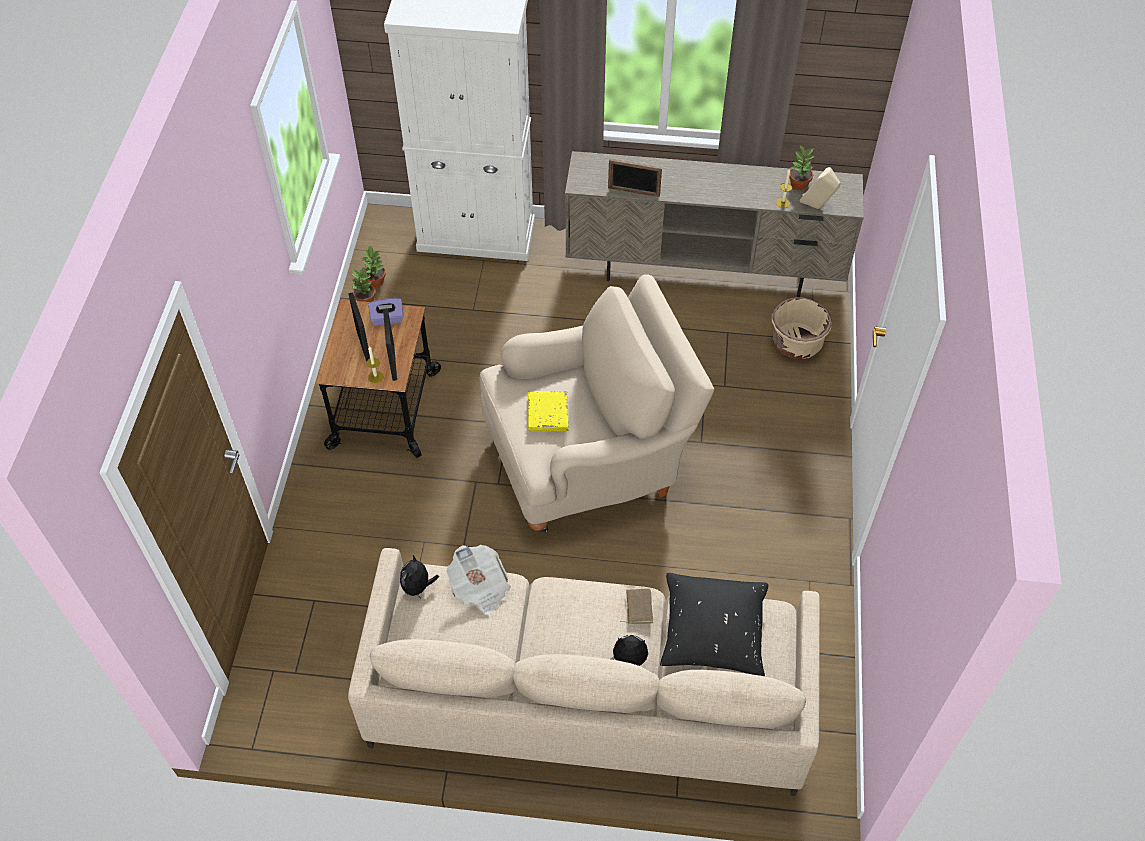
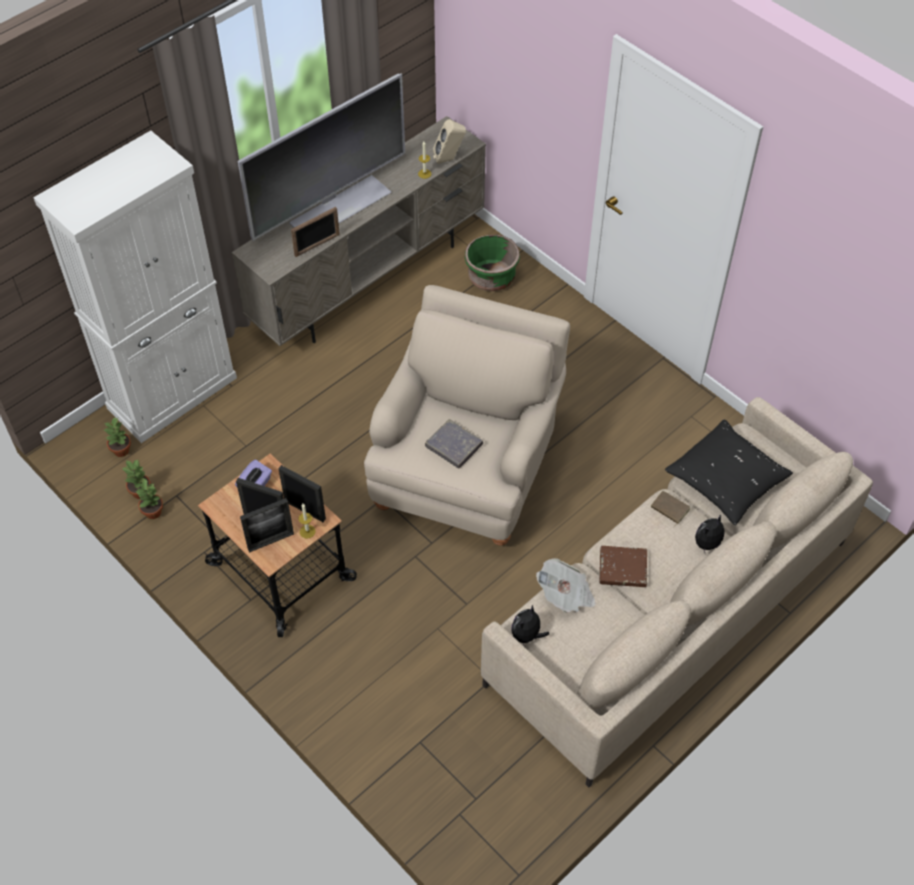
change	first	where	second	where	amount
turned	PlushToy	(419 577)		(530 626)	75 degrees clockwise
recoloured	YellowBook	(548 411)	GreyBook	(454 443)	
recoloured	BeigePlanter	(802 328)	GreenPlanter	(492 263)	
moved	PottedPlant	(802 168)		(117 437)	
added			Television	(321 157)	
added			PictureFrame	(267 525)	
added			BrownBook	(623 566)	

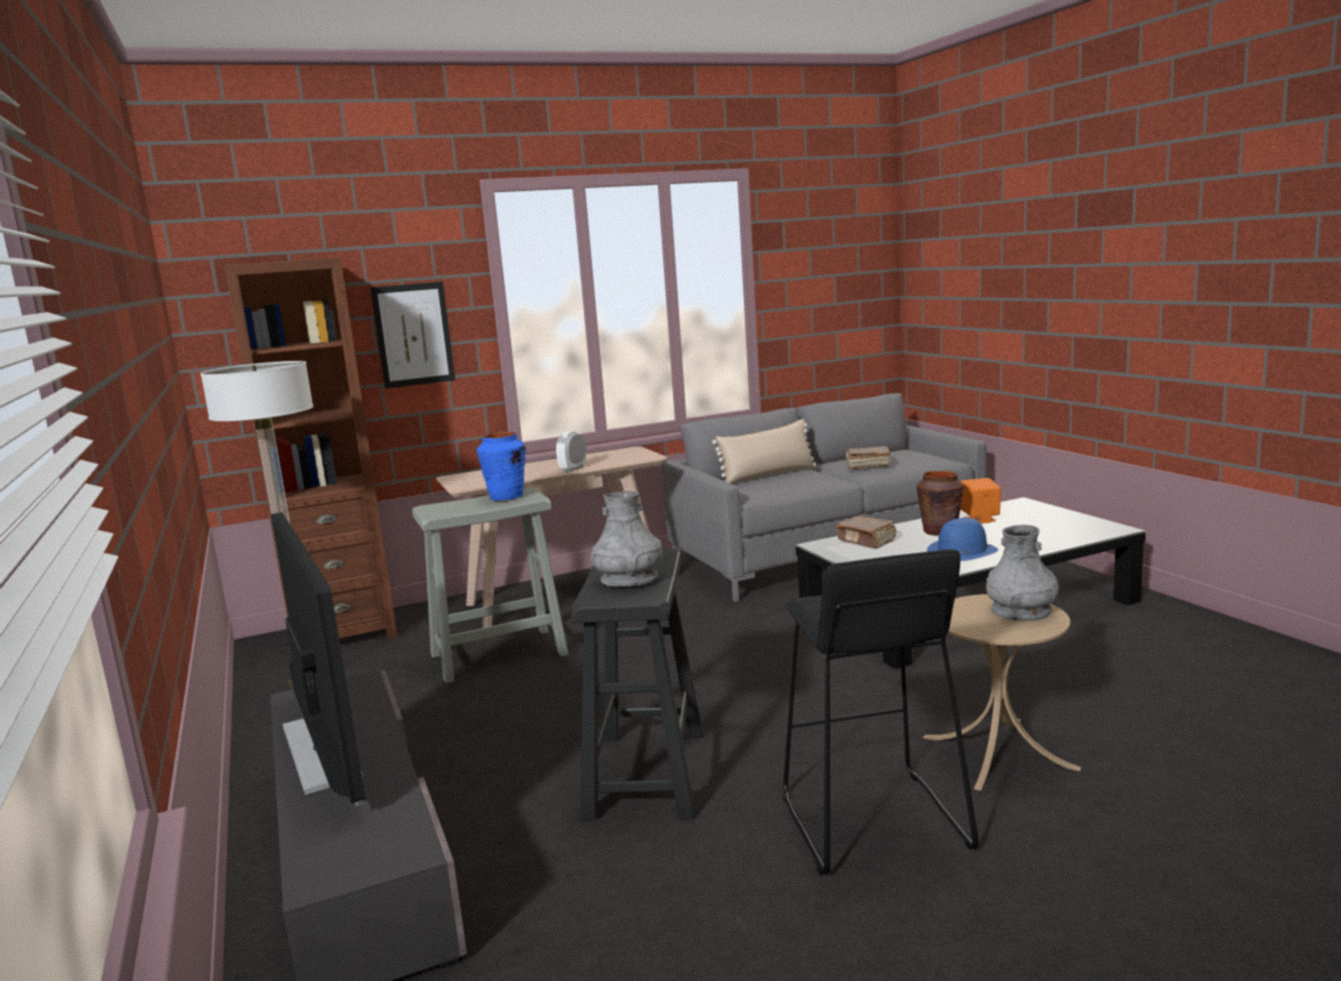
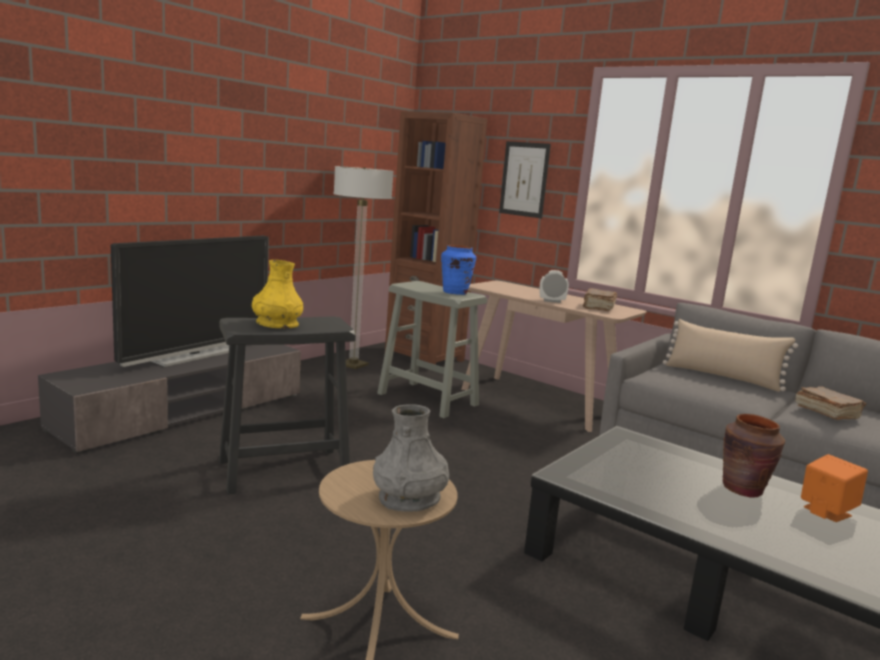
change	first	where	second	where	amount
recoloured	GreyVase	(627 538)	YellowVase	(277 294)	
removed	BlackStool	(881 712)			
moved	BrownBook	(865 532)		(600 299)	
removed	BlueHat	(962 539)			

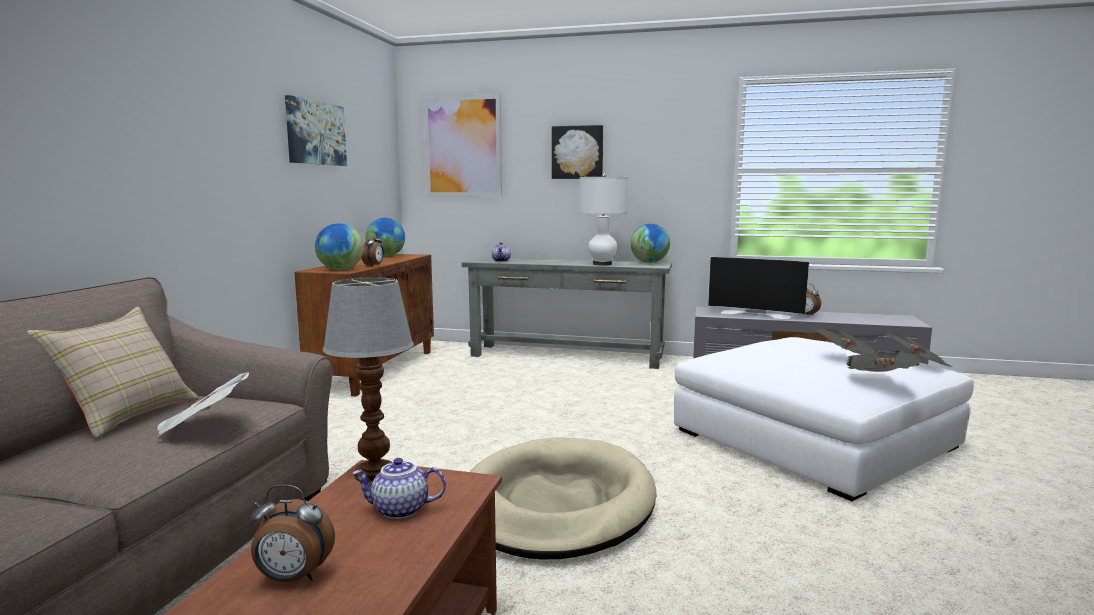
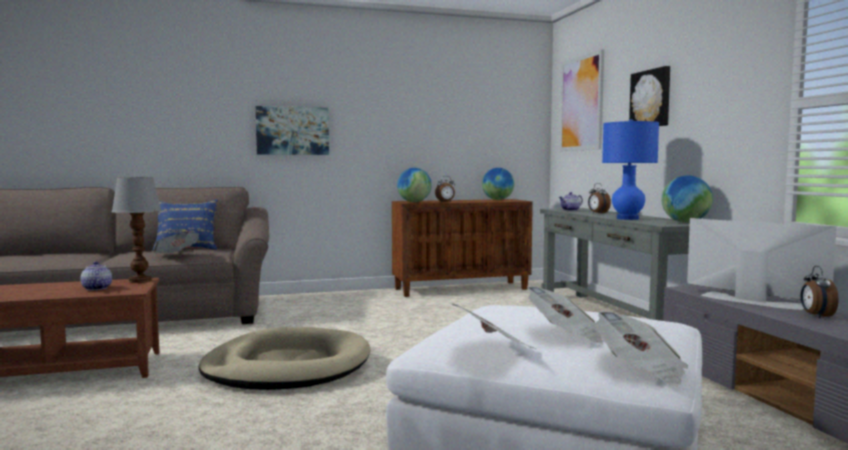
change	first	where	second	where	amount
recoloured	BeigePillow	(113 373)	BluePillow	(185 225)	
moved	AlarmClock	(292 533)		(599 198)	
moved	Picture	(316 130)		(292 130)	
recoloured	WhiteTableLamp	(603 219)	BlueTableLamp	(630 169)	
turned	Television	(758 288)		(762 264)	135 degrees clockwise

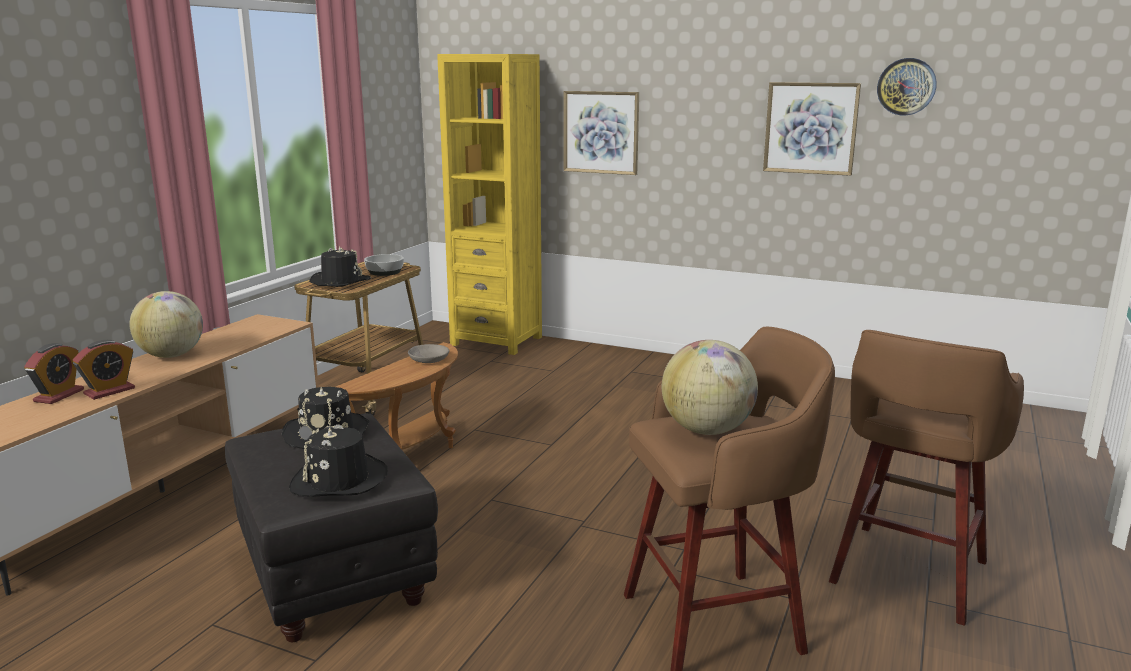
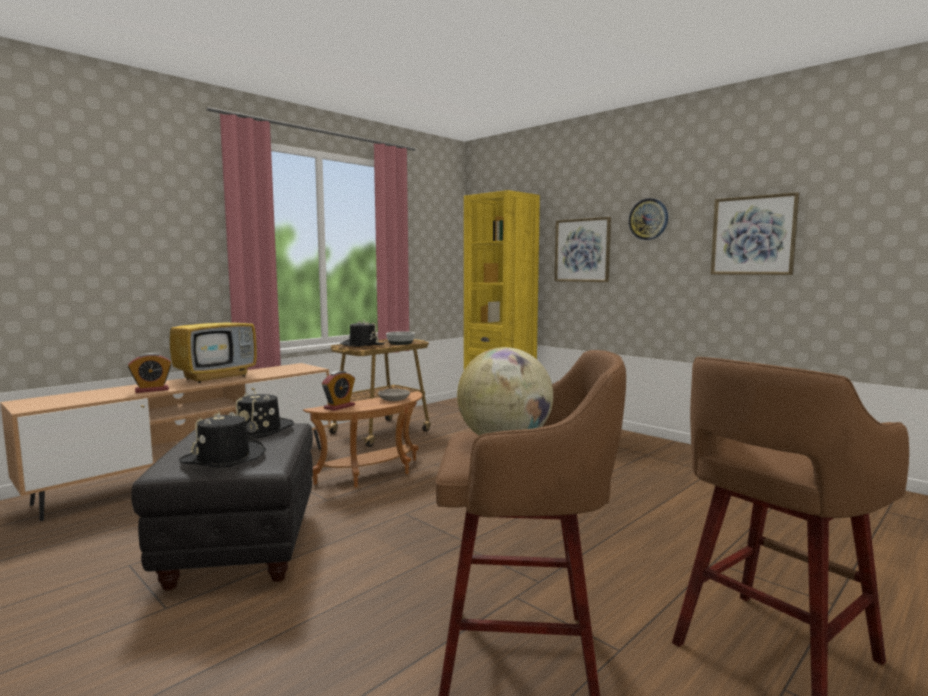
change	first	where	second	where	amount
moved	AlarmClock	(54 373)		(338 391)	
replaced	Globe	(166 324)	Television	(213 339)	
moved	WallClock	(907 87)		(648 219)	

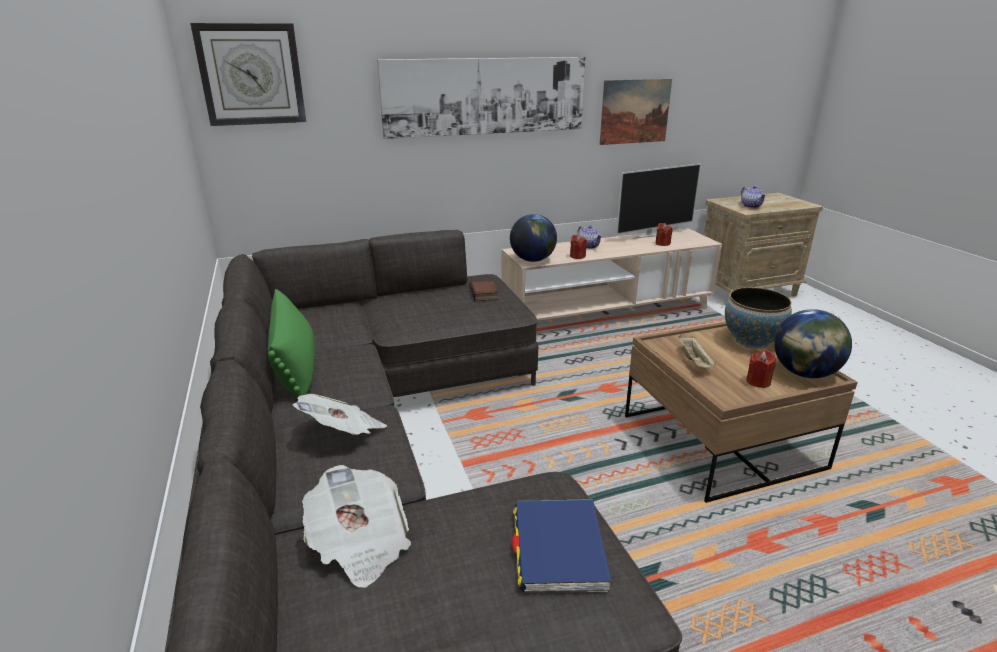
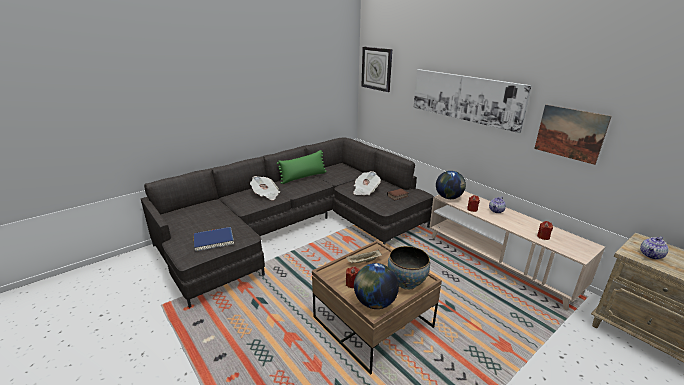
change	first	where	second	where	amount
moved	Newspaper	(356 526)		(367 183)	
removed	Television	(658 201)			

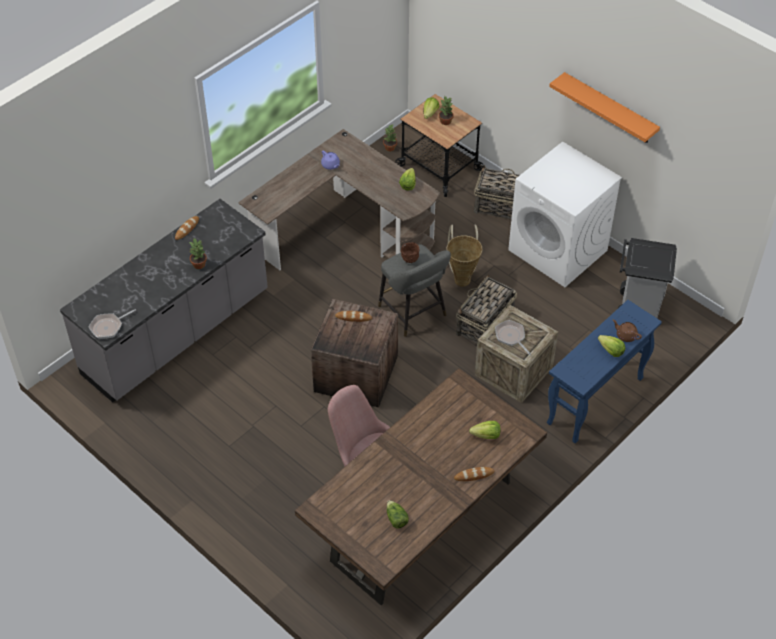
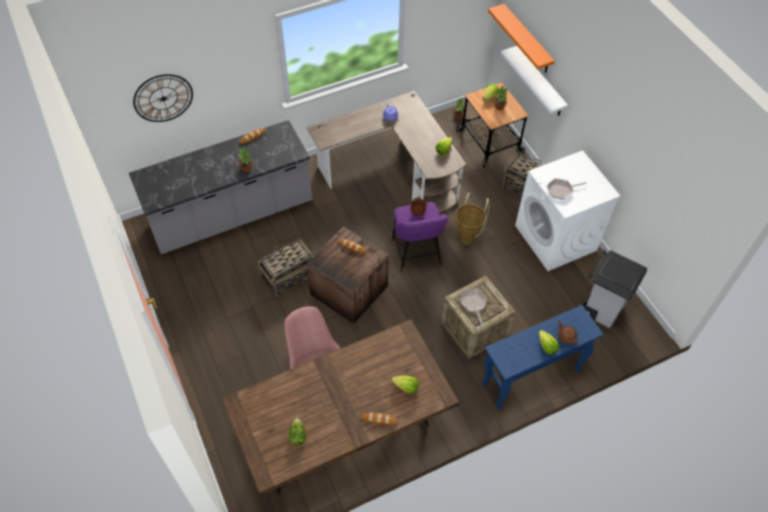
change	first	where	second	where	amount
moved	FryingPan	(112 324)		(566 189)	
recoloured	GreyStool	(414 290)	PurpleStool	(419 237)	
moved	Basket	(486 309)		(285 267)	
moved	OrangeShelf	(604 107)		(521 38)	
added			WallClock	(163 98)	
added			WhiteShelf	(534 81)	

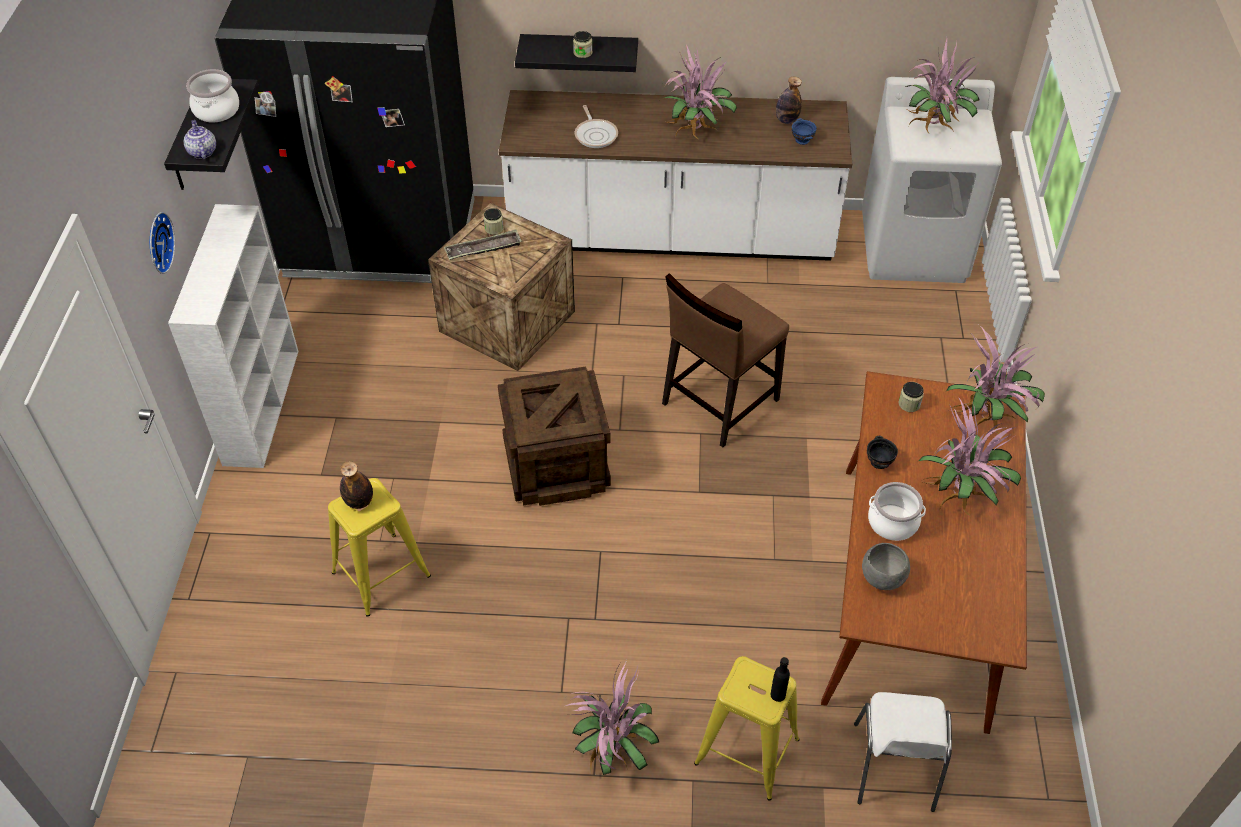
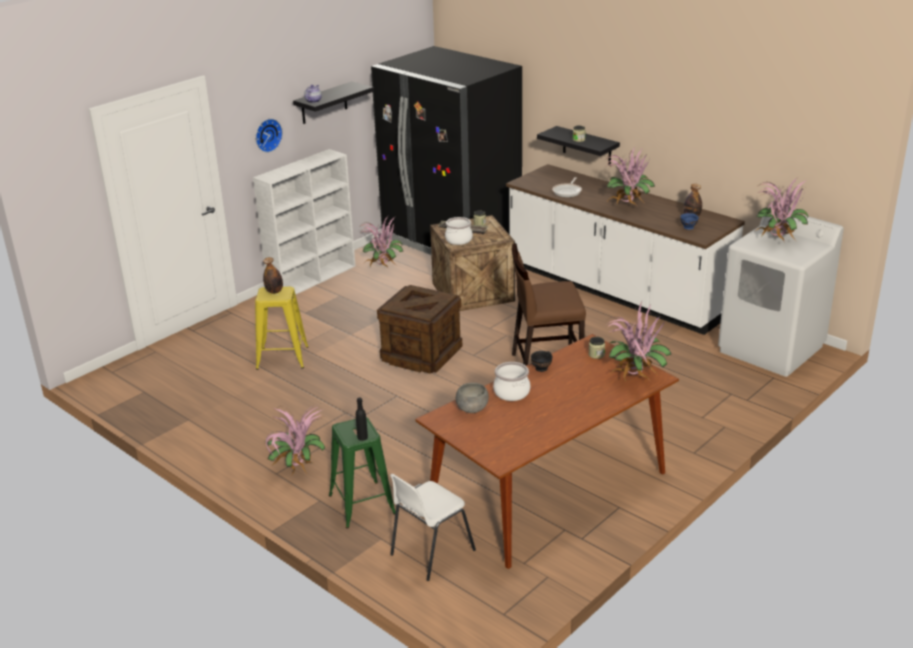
change	first	where	second	where	amount
moved	CookingPot	(212 96)		(459 231)	
recoloured	YellowStool	(747 728)	GreenStool	(362 472)	
moved	PottedPlant	(969 457)		(381 241)	

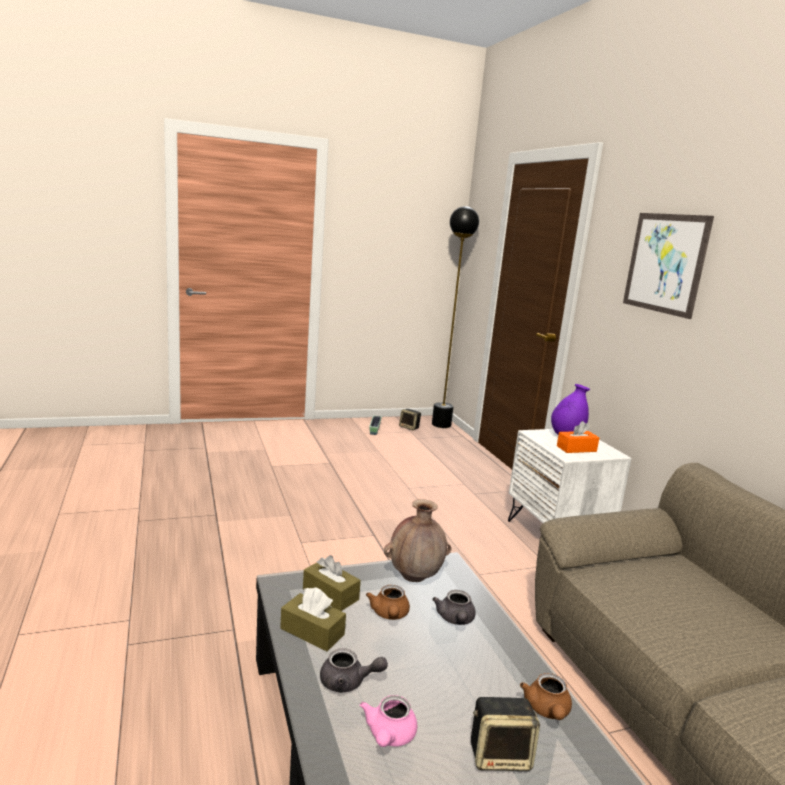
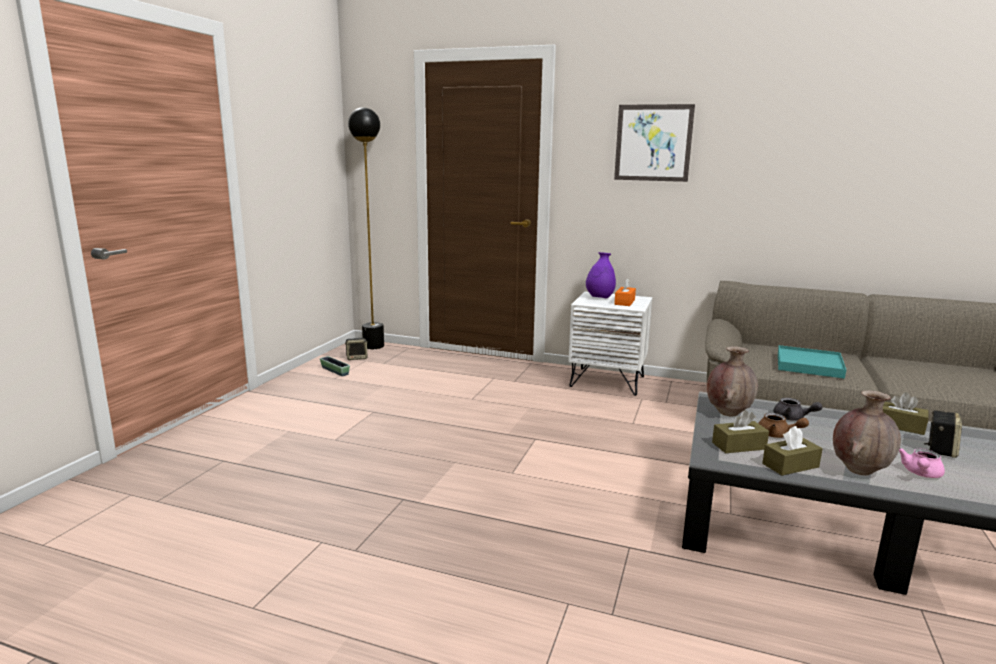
change	first	where	second	where	amount
replaced	GreyTeapot	(354 670)	BrownVase	(867 433)	
turned	PinkTeapot	(388 721)		(922 463)	75 degrees clockwise
replaced	BrownTeapot	(546 696)	BrownTissueBox	(906 413)	
added			TurquoiseTray	(812 362)	

